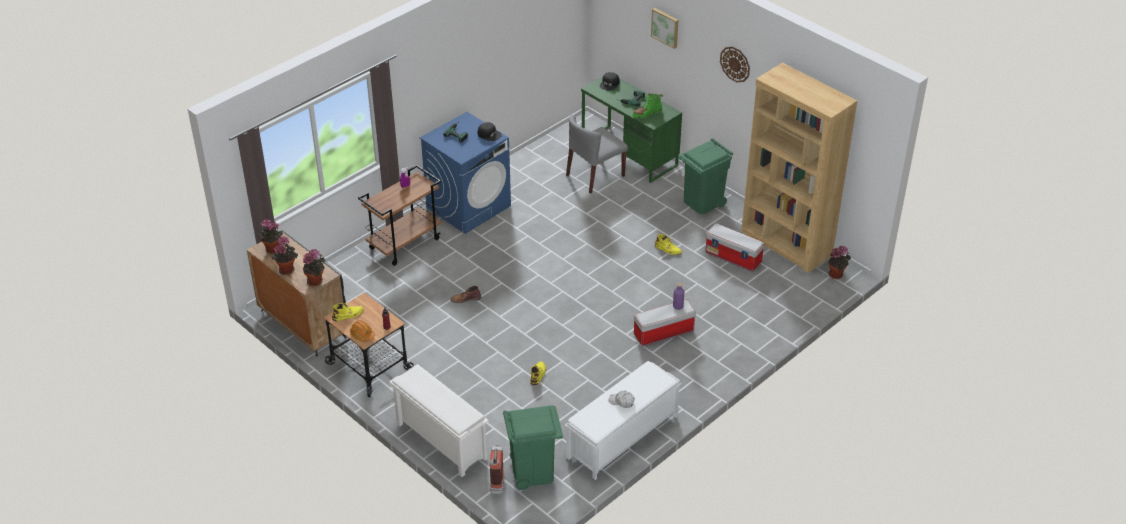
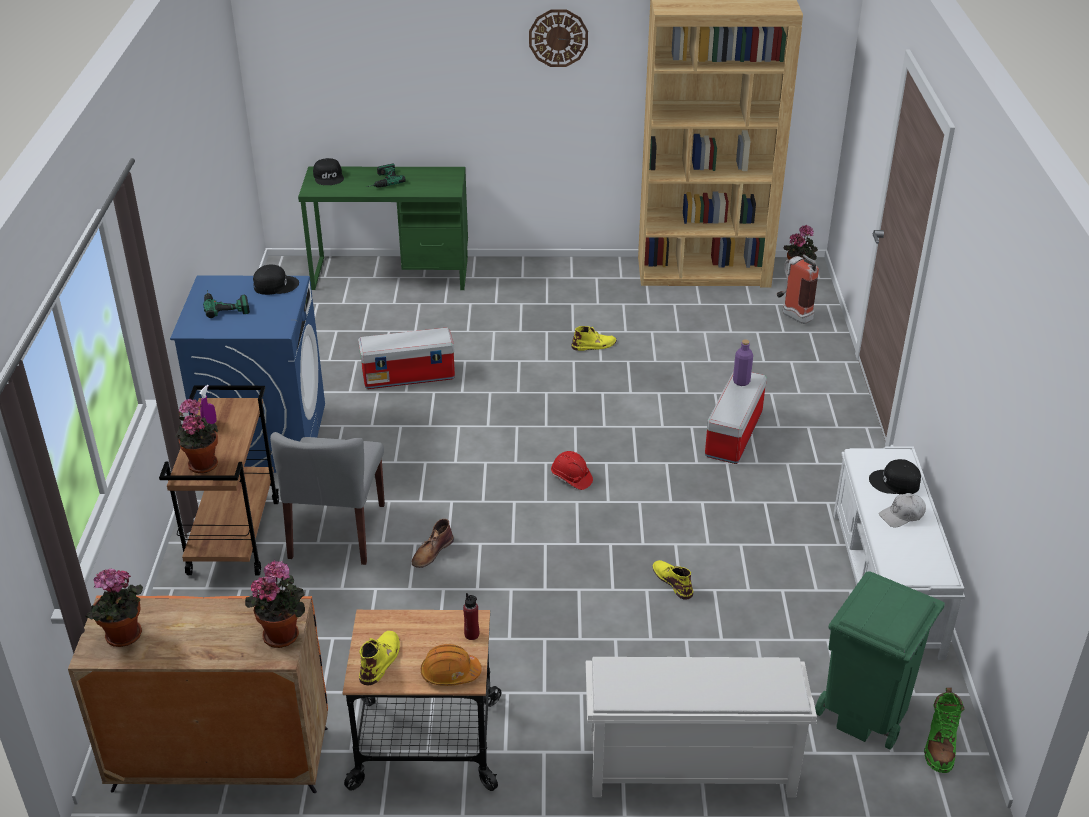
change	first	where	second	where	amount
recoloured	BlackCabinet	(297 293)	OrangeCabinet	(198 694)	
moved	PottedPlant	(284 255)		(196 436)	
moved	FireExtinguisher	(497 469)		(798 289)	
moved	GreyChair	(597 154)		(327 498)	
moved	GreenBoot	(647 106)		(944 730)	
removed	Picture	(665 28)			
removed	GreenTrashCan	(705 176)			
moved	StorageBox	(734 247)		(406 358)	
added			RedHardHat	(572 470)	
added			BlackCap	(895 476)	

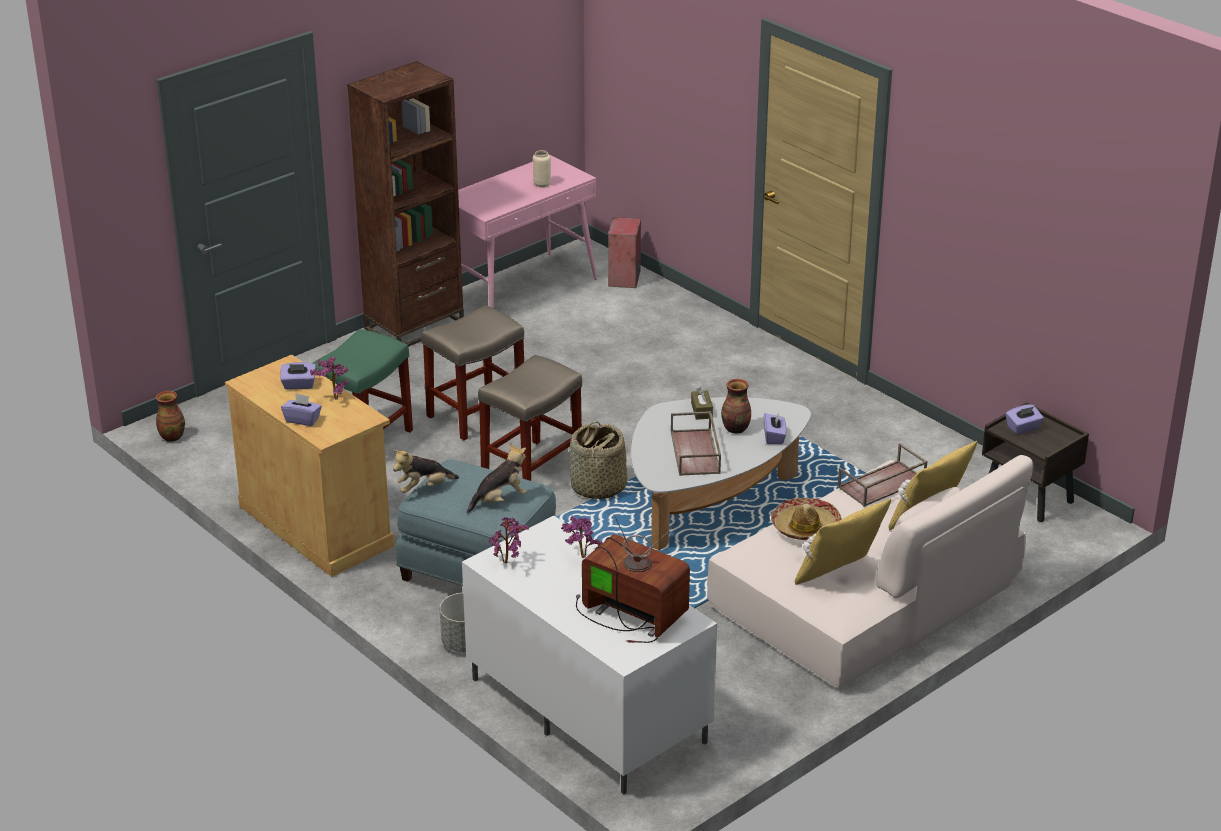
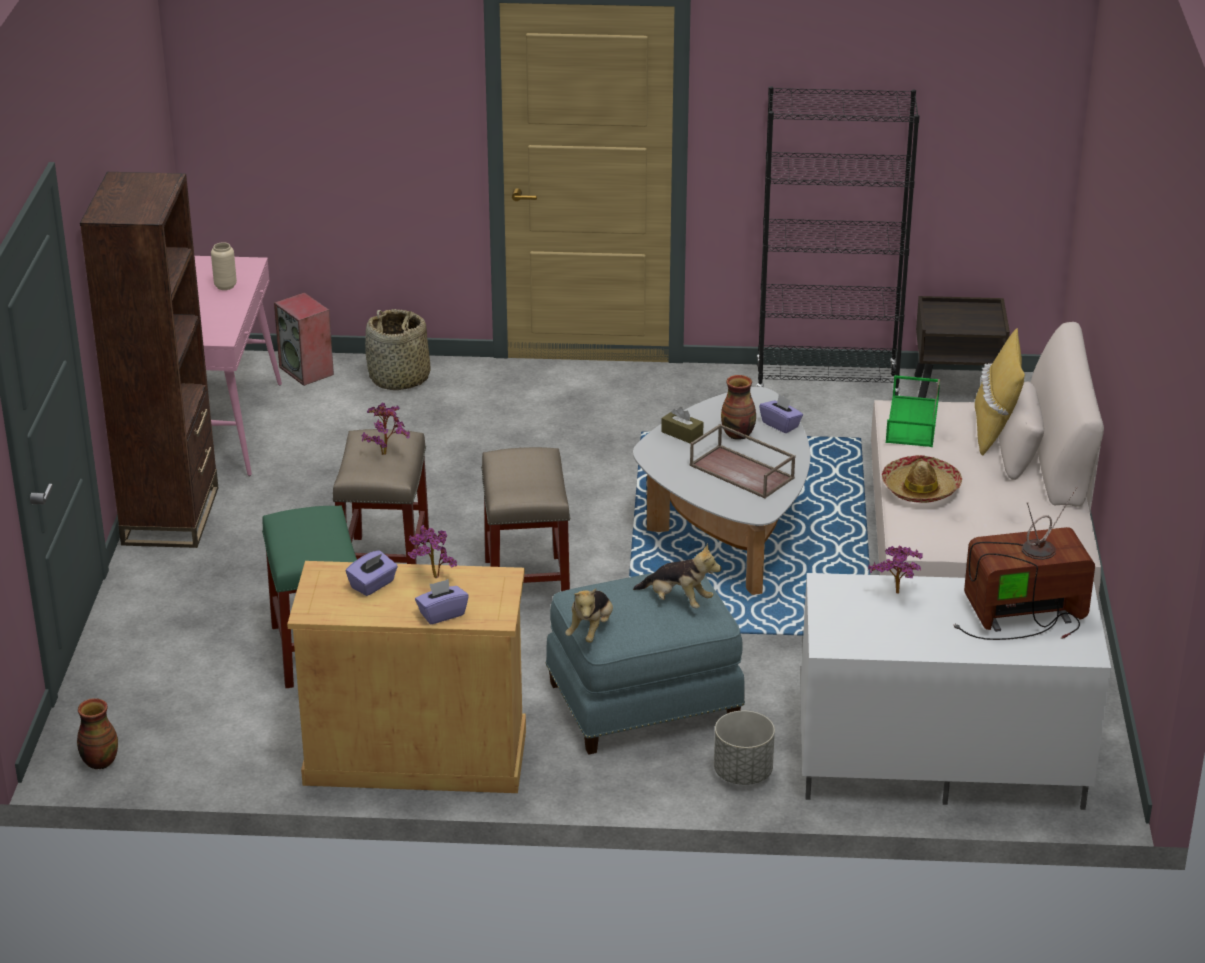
change	first	where	second	where	amount
turned	PlushToy	(497 478)		(677 575)	105 degrees clockwise
moved	PottedPlant	(509 540)		(385 429)	
moved	Basket	(598 459)		(398 349)	
removed	YellowPillow	(843 542)			
recoloured	BrownTray	(882 475)	GreenTray	(913 411)	
removed	PurpleTissueBox	(1025 419)			
added			BlackBookcase	(838 241)	

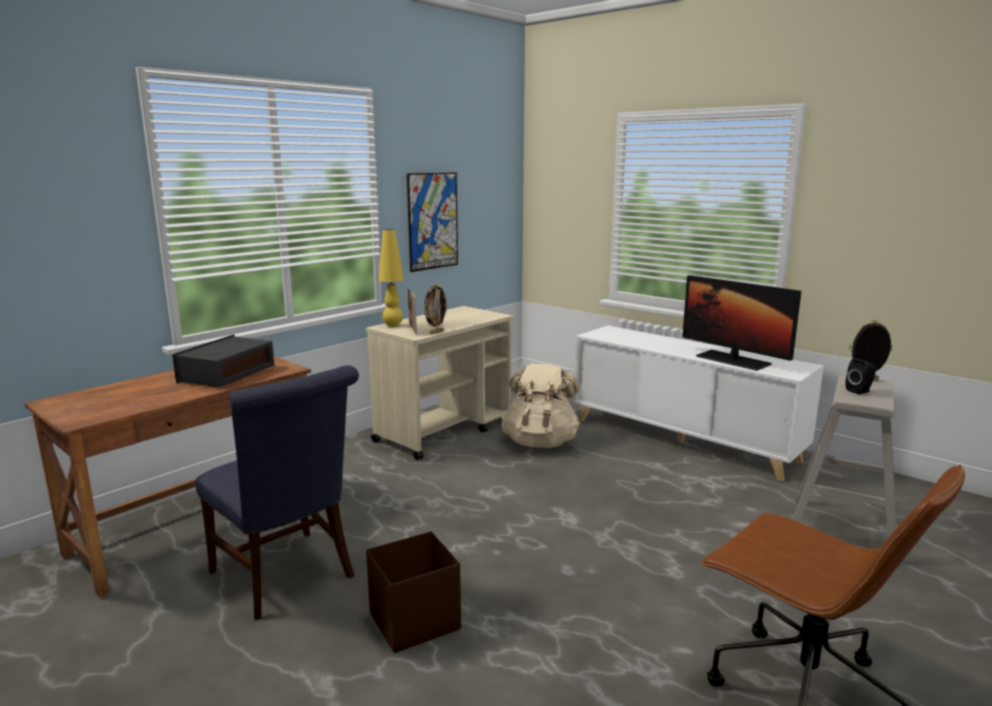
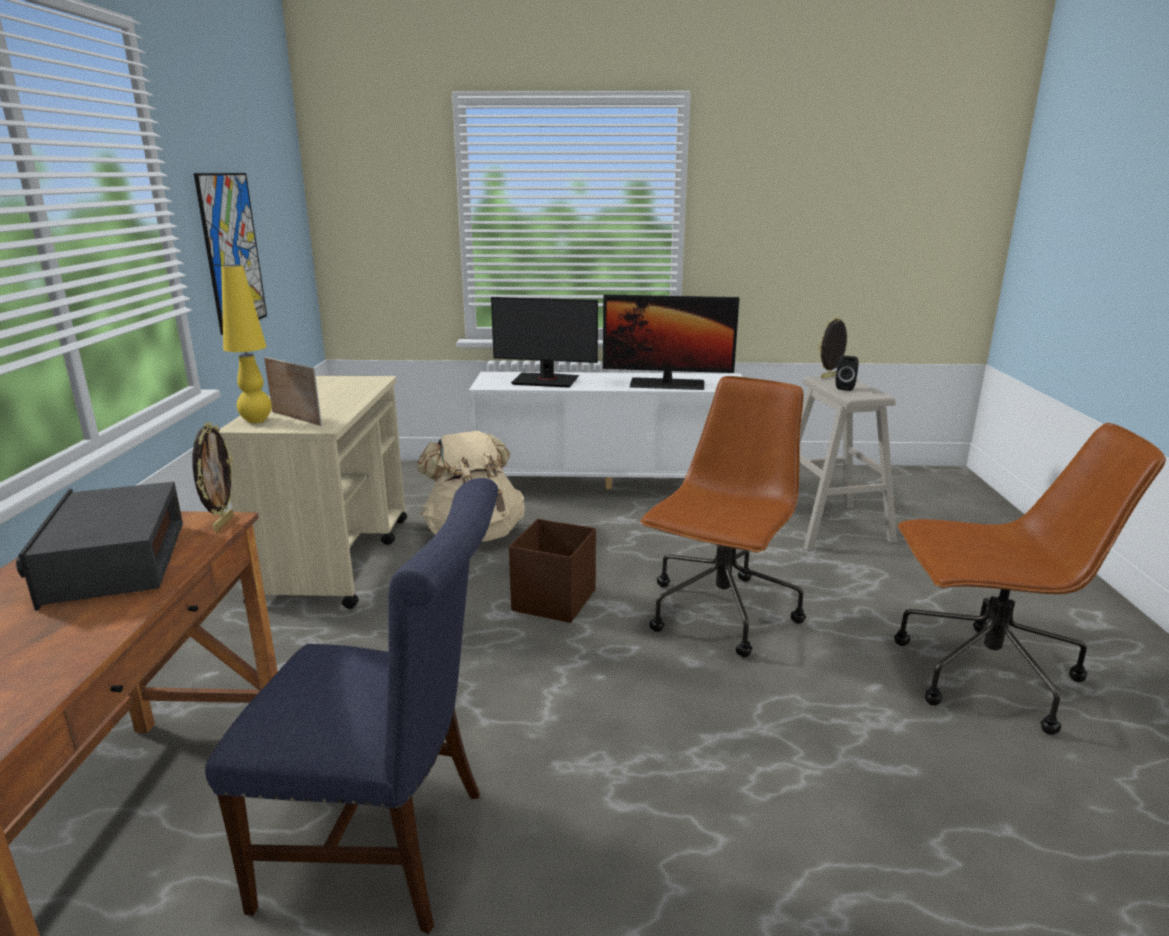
change	first	where	second	where	amount
moved	BrownStorageBox	(413 592)		(552 571)	
moved	PictureFrame	(436 309)		(213 477)	
added			Monitor	(544 342)	
added			BrownOfficeChair	(723 516)	

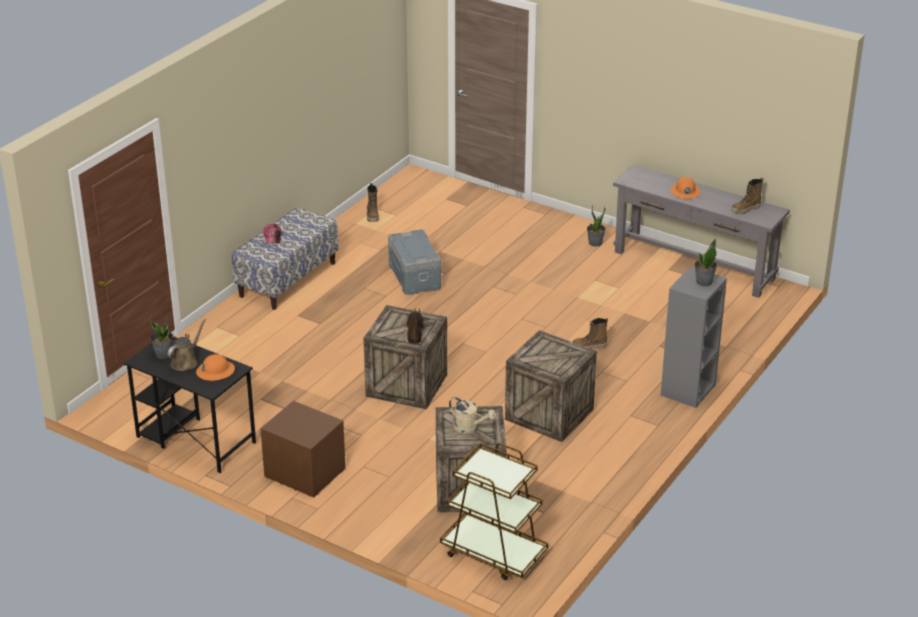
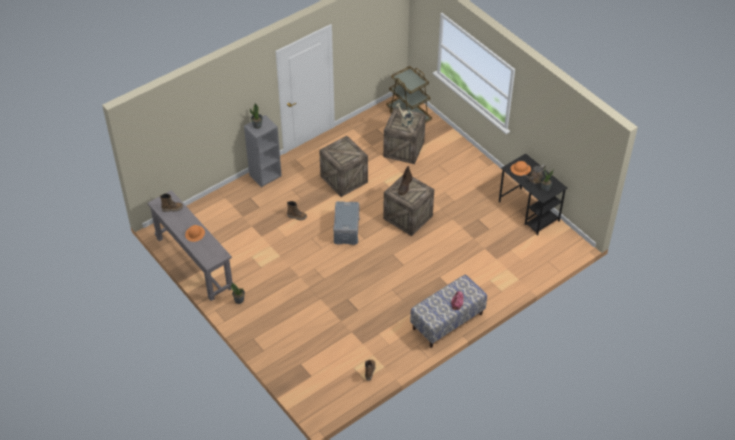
change	first	where	second	where	amount
removed	BrownNightstand	(303 449)			
moved	GreyStorageBox	(414 262)		(346 223)	

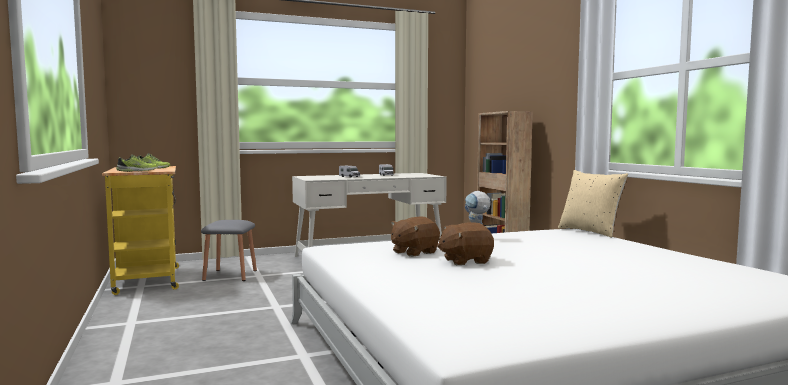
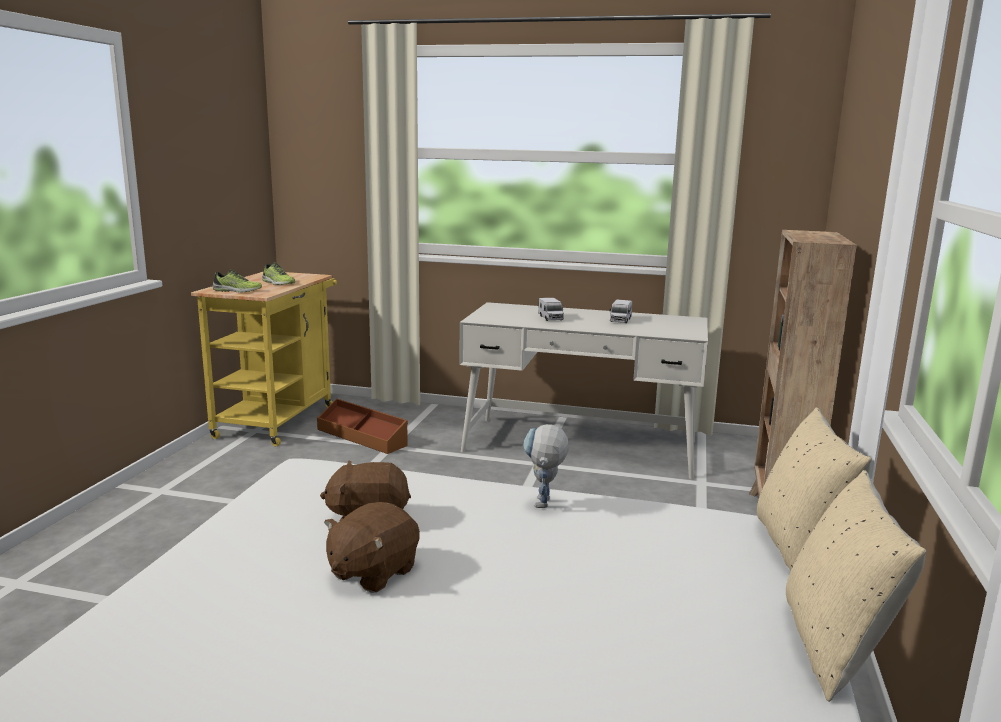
change	first	where	second	where	amount
replaced	GreyStool	(229 250)	BrownStorageBox	(362 426)	
turned	BrownPlushToy	(465 243)		(372 547)	75 degrees counterclockwise
added			BeigePillow	(856 586)	

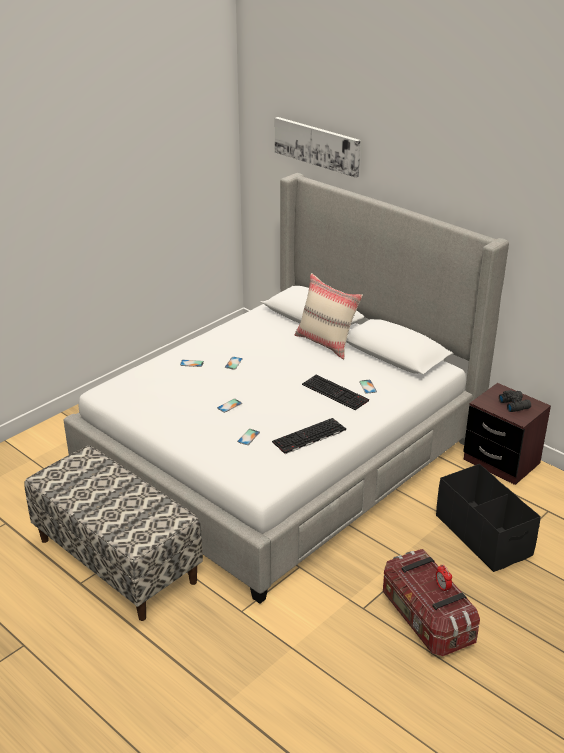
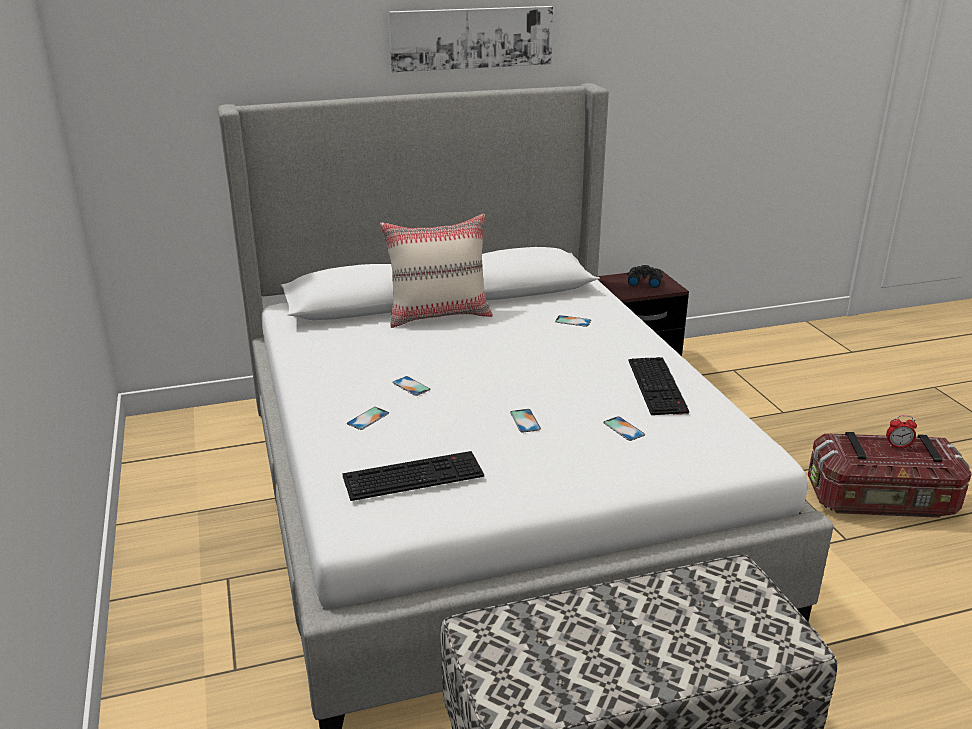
change	first	where	second	where	amount
moved	Picture	(318 147)		(470 39)	
moved	Keyboard	(335 392)		(413 476)	
removed	BlackStorageBox	(488 518)			

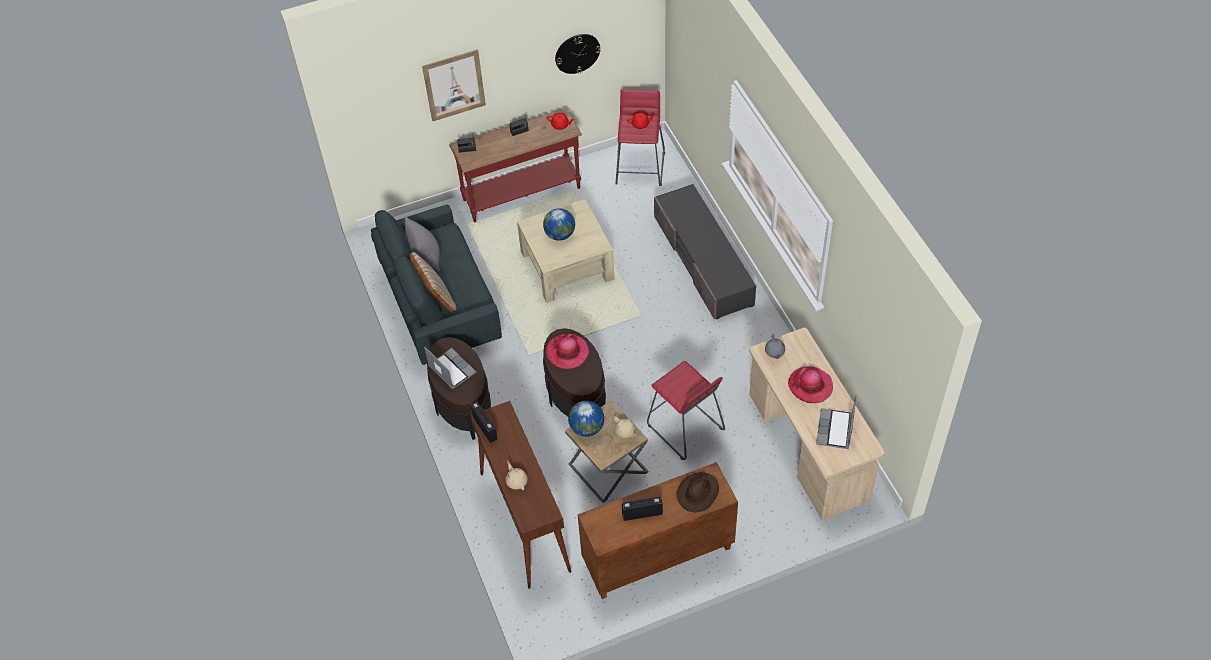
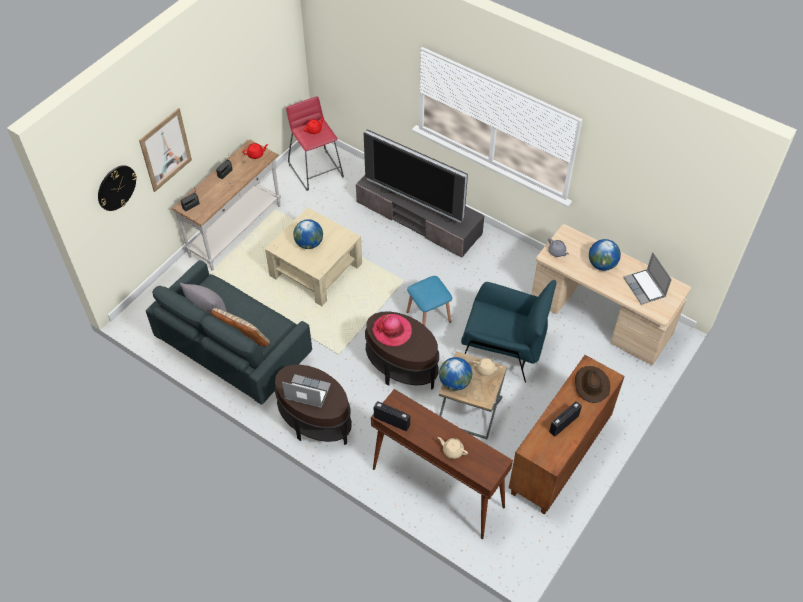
change	first	where	second	where	amount
recoloured	RedConsoleTable	(515 165)	WhiteConsoleTable	(226 205)	
moved	WallClock	(578 54)		(117 188)	
replaced	RedStool	(686 410)	BlueArmchair	(508 331)	
replaced	Hat	(810 384)	Globe	(605 255)	
added			Television	(416 176)	
added			BlueStool	(429 301)	

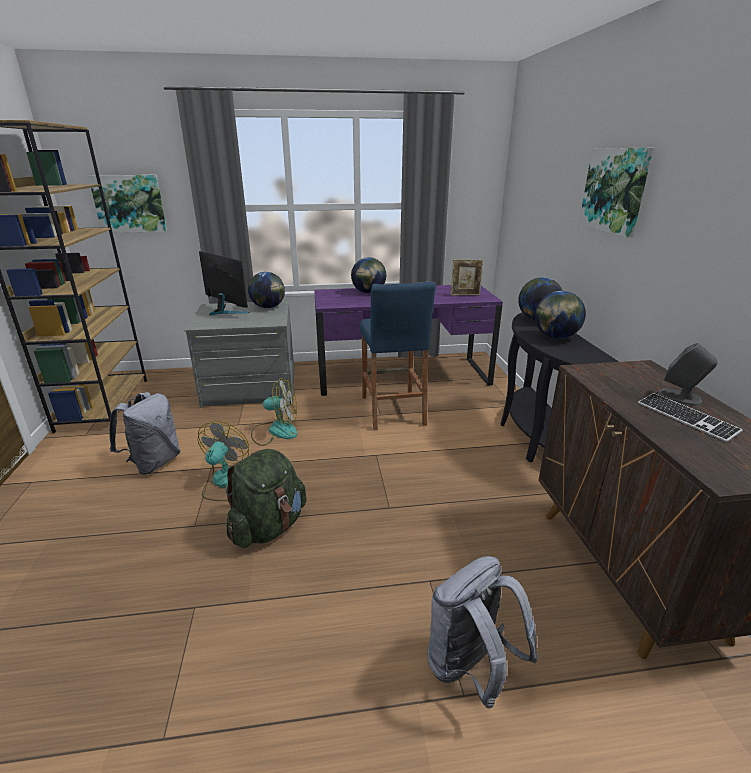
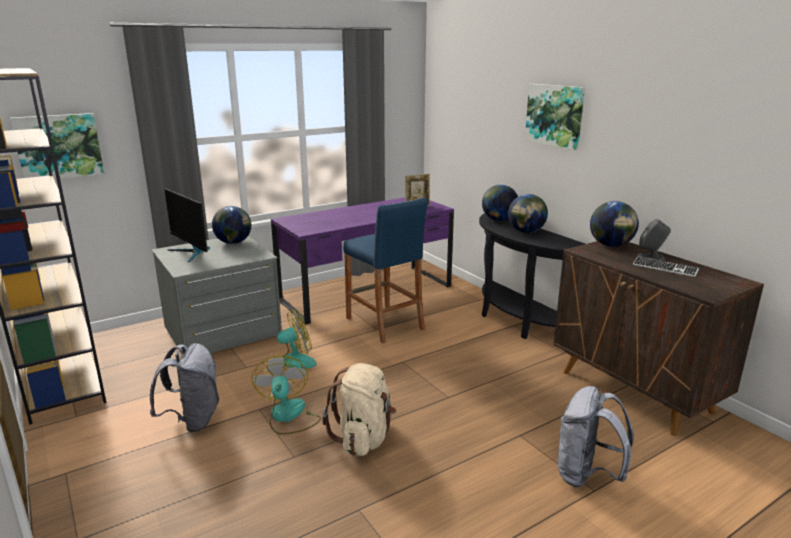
change	first	where	second	where	amount
turned	Monitor	(224 283)		(187 225)	150 degrees counterclockwise
recoloured	GreenBackpack	(266 498)	BeigeBackpack	(359 409)	
moved	Globe	(368 275)		(614 224)	

